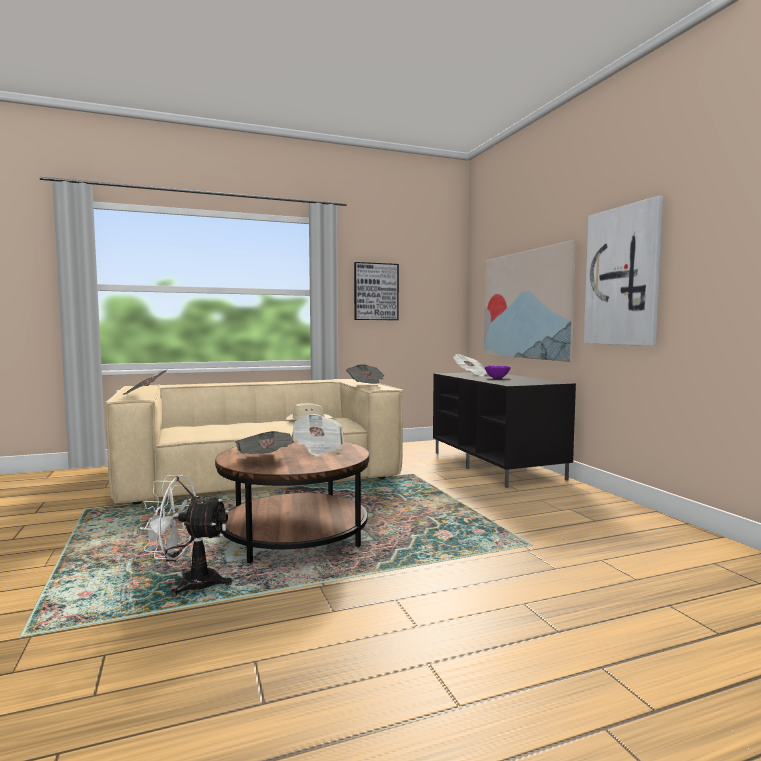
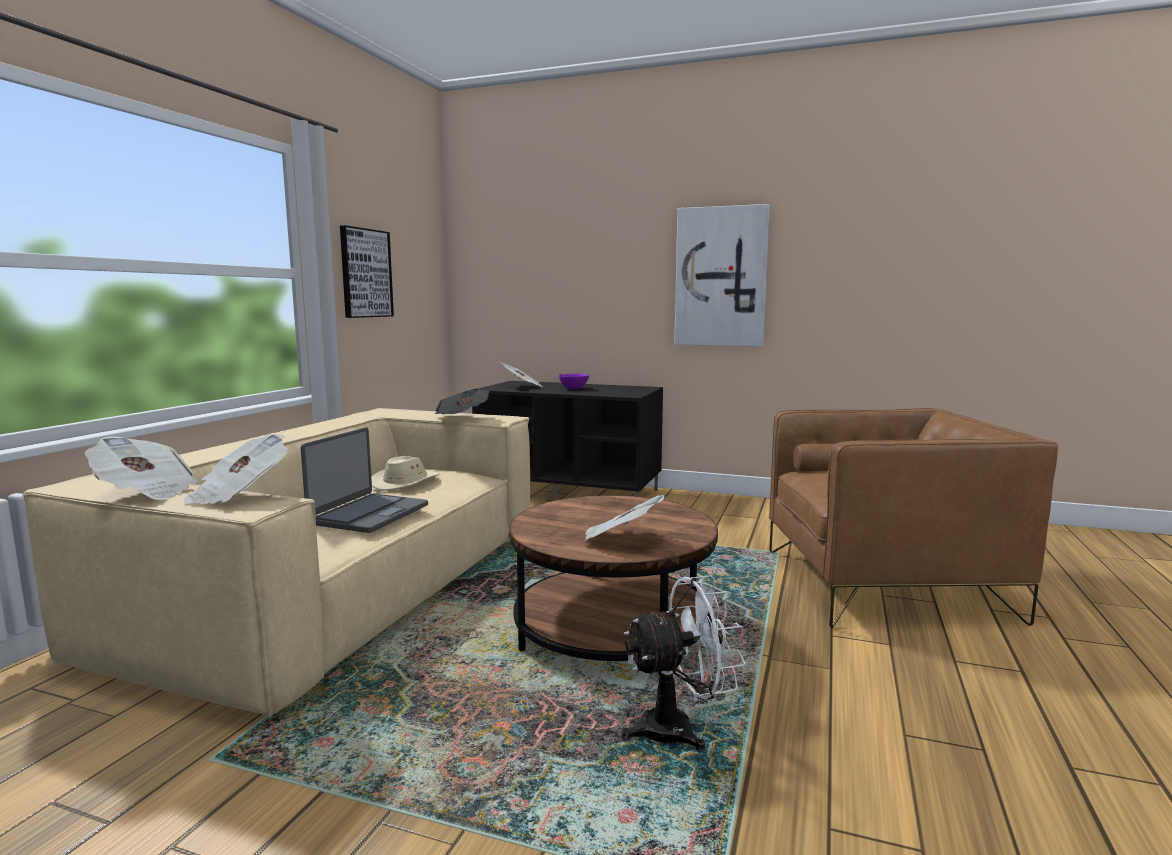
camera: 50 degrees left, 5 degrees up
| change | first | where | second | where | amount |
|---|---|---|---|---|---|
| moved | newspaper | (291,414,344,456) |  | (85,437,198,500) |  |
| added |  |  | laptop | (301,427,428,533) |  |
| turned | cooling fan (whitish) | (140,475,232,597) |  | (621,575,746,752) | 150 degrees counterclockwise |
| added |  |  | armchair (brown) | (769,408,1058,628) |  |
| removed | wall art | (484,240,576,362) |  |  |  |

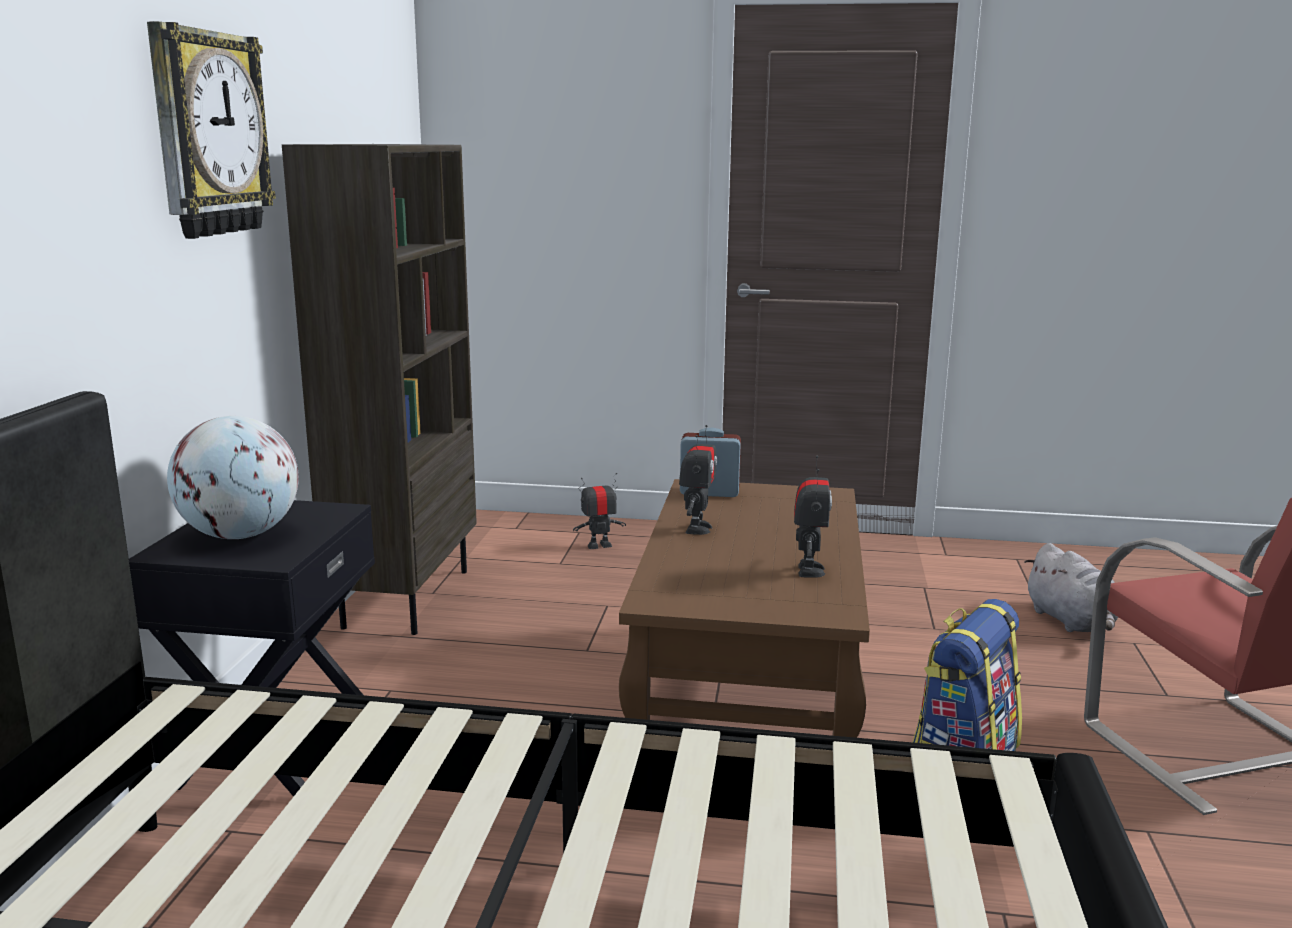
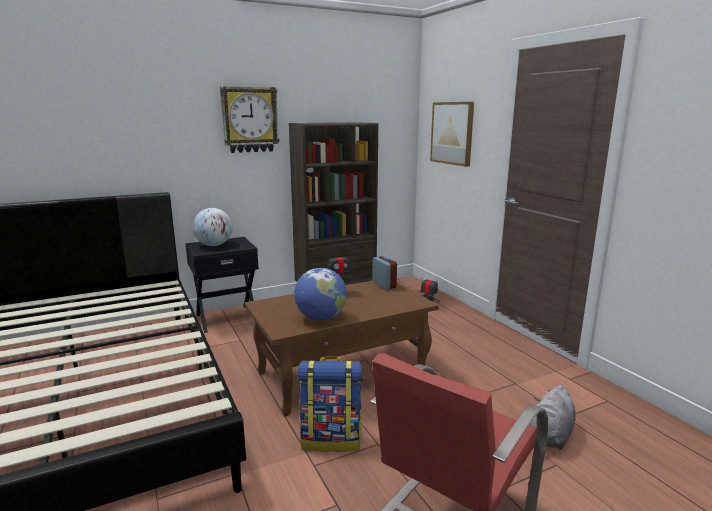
camera: 55 degrees right, 0 degrees up
| change | first | where | second | where | amount |
|---|---|---|---|---|---|
| replaced | toy robot | (794,456,832,578) | desk globe | (294,268,347,321) |  |
| added |  |  | wall art | (430,102,474,167) |  |

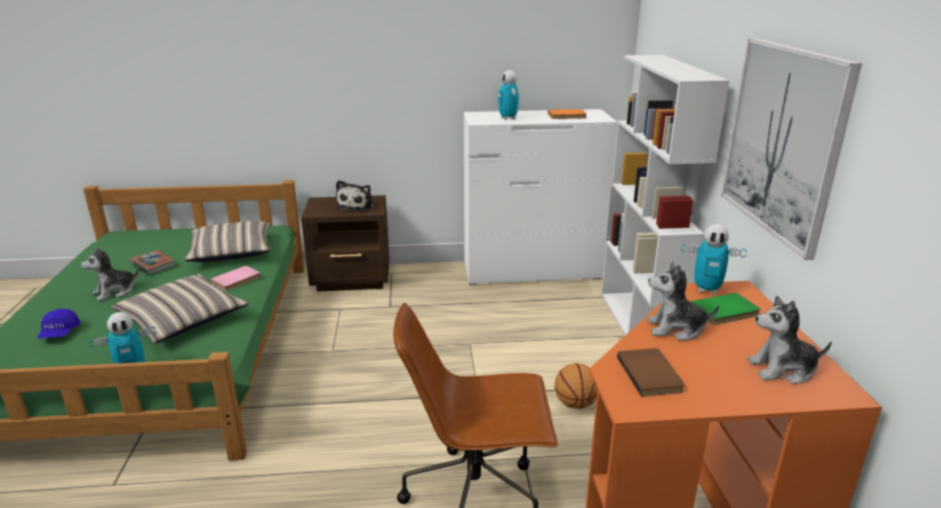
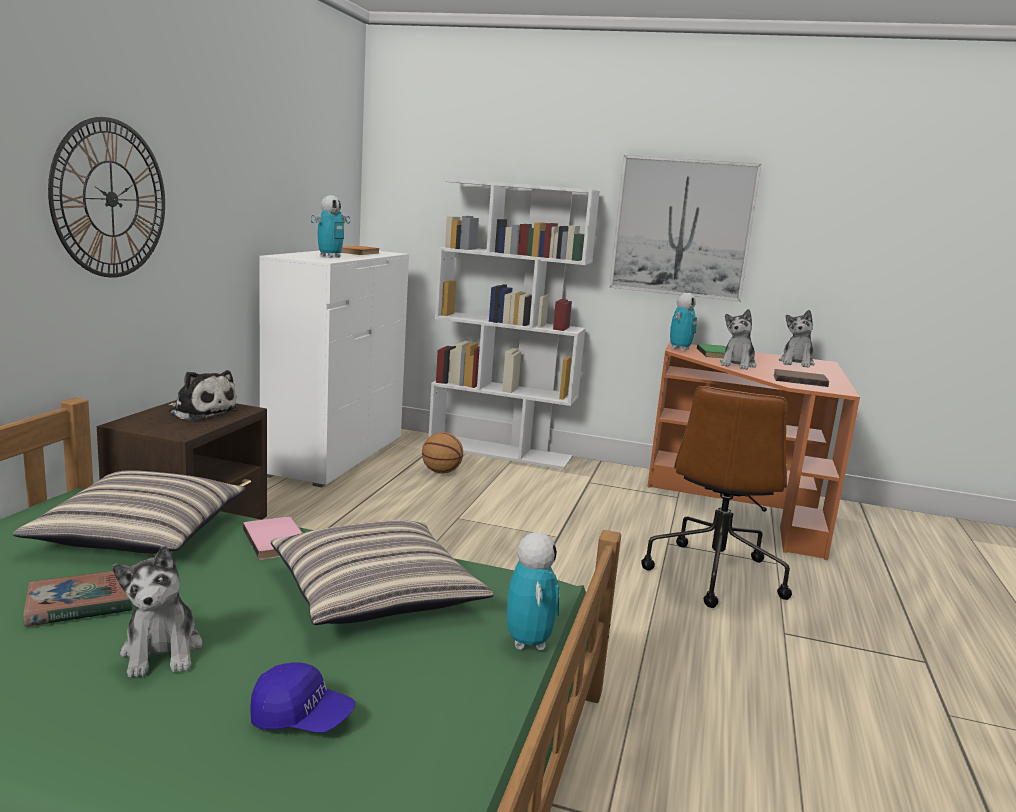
camera: 70 degrees left, 10 degrees down
| change | first | where | second | where | amount |
|---|---|---|---|---|---|
| added |  |  | wall clock | (48,117,165,278) |  |
| turned | toy robot | (498,70,519,120) |  | (311,195,350,258) | 60 degrees counterclockwise |
| moved | basketball ball | (555,363,597,409) |  | (422,432,463,474) |  |

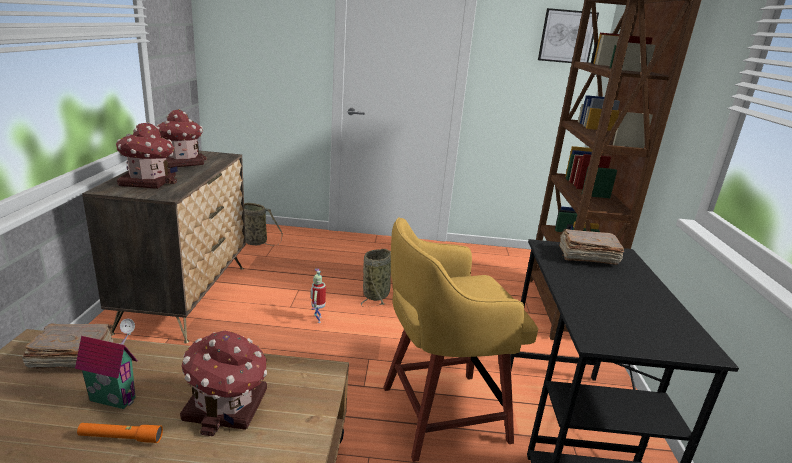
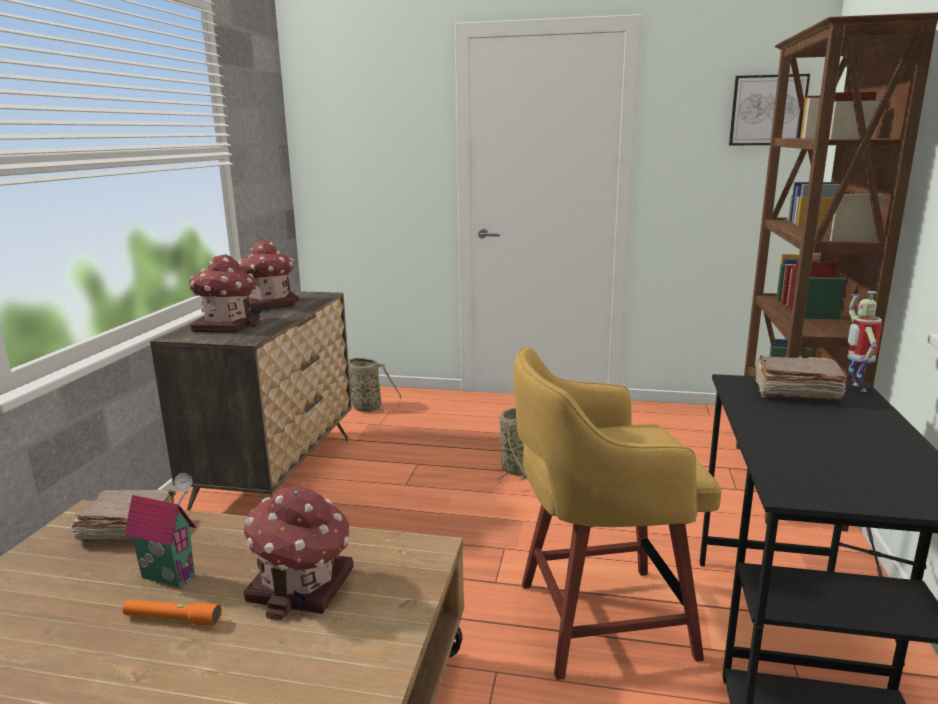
camera: 10 degrees right, 5 degrees down
| change | first | where | second | where | amount |
|---|---|---|---|---|---|
| moved | toy robot | (311,269,326,323) |  | (847,291,882,392) |  |

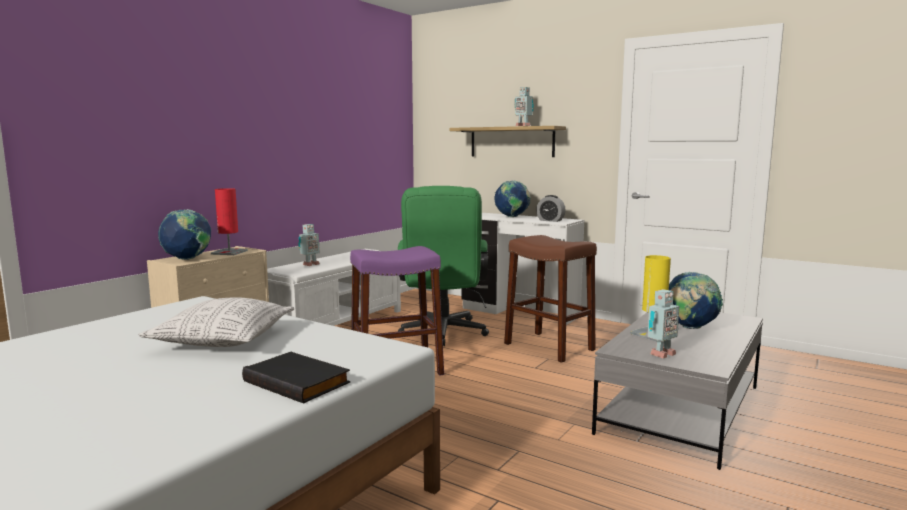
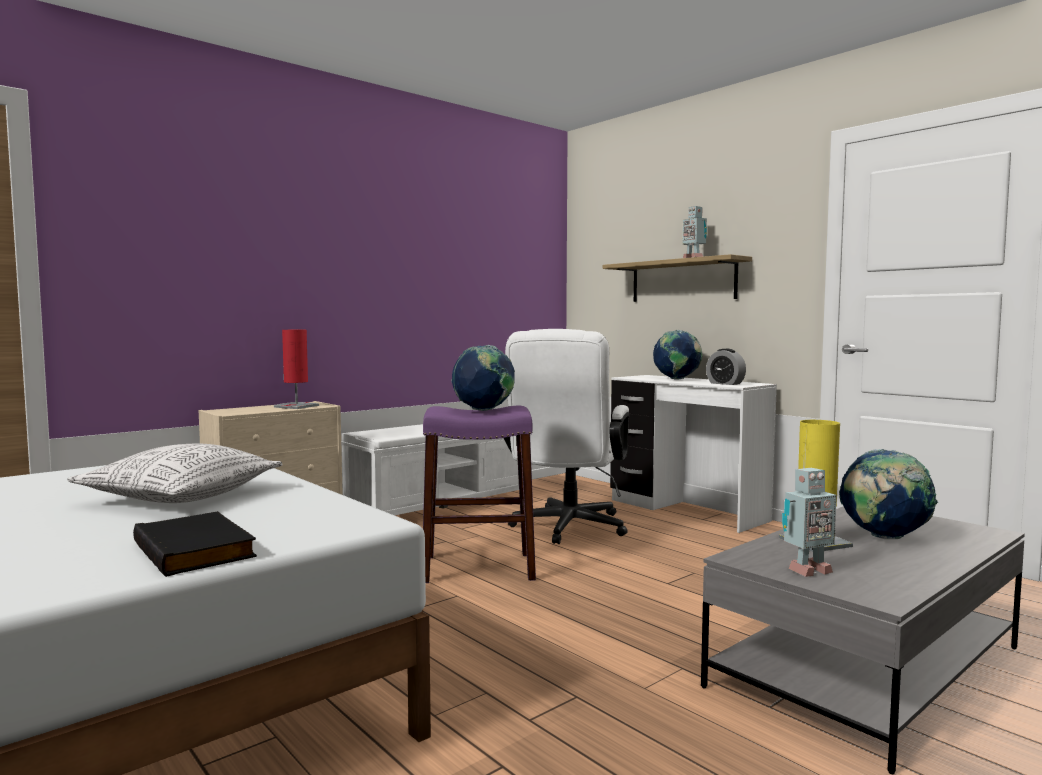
camera: 15 degrees right, 5 degrees down
| change | first | where | second | where | amount |
|---|---|---|---|---|---|
| moved | desk globe | (158,209,211,260) |  | (451,345,515,411) |  |
| recoloured | desk chair (green-coloured) | (398,186,489,346) | desk chair (whitish) | (504,329,629,544) |  |
| removed | toy robot | (298,224,320,266) |  |  |  |
| removed | sitting stool (brown) | (504,235,597,363) |  |  |  |

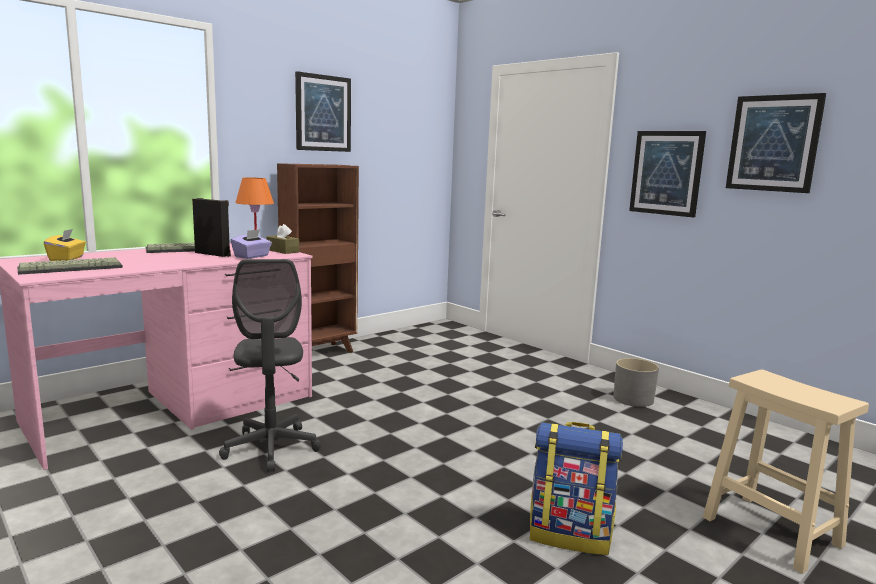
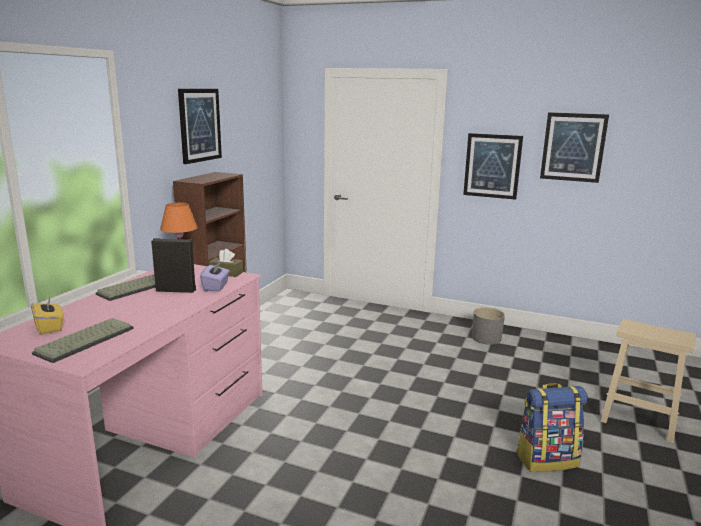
camera: 25 degrees left, 5 degrees up
| change | first | where | second | where | amount |
|---|---|---|---|---|---|
| removed | desk chair (greyish) | (219,259,321,472) |  |  |  |

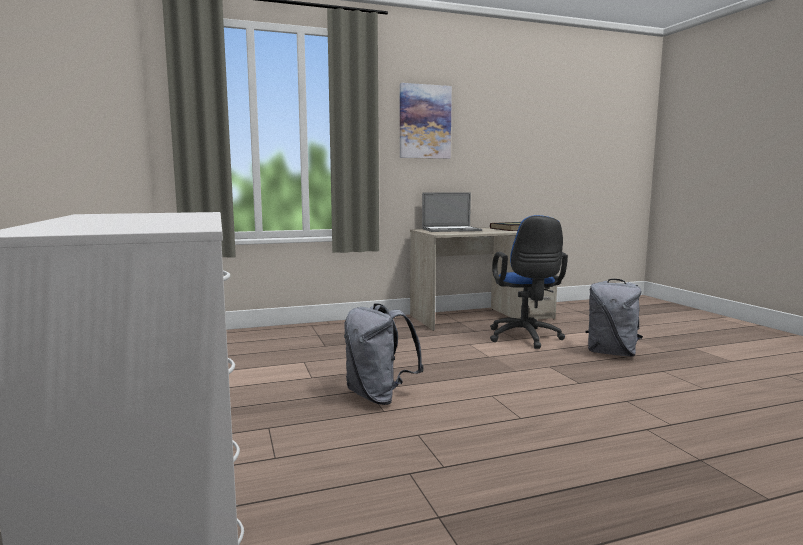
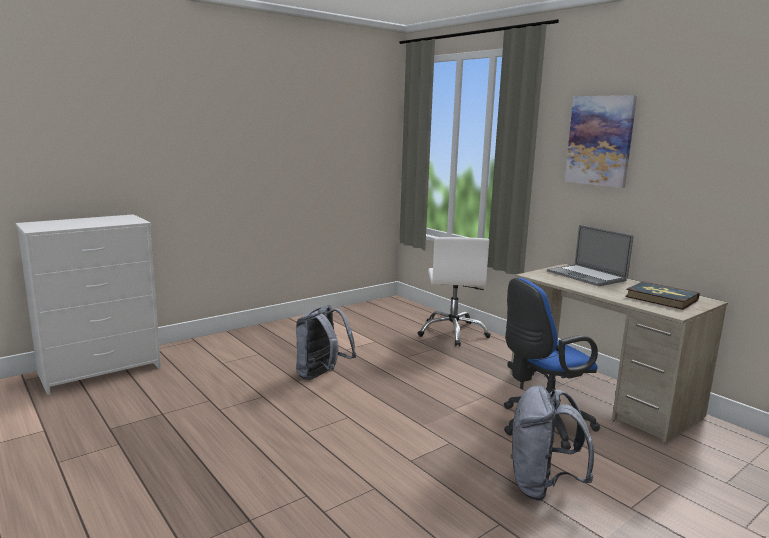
camera: 70 degrees right, 5 degrees up
| change | first | where | second | where | amount |
|---|---|---|---|---|---|
| added |  |  | desk chair (whitish) | (418,237,491,346) |  |

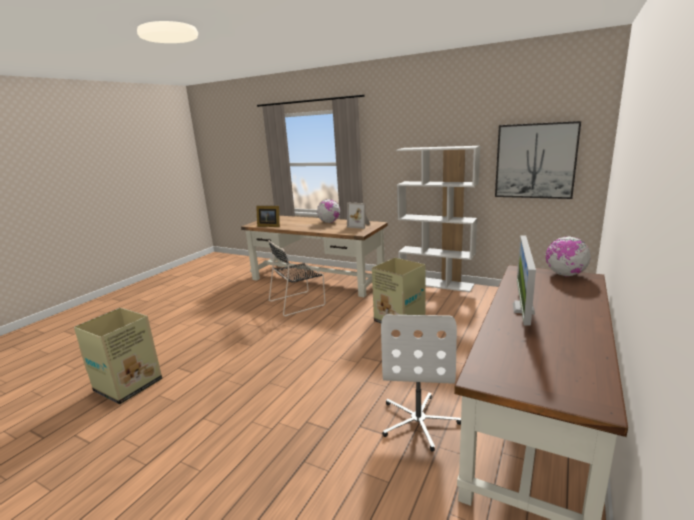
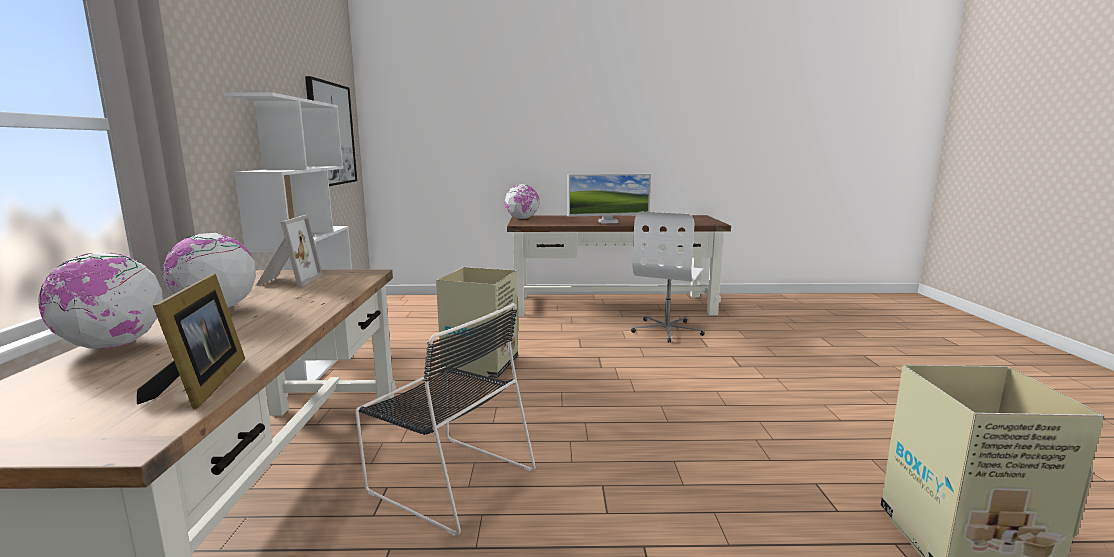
camera: 120 degrees left, 5 degrees down
| change | first | where | second | where | amount |
|---|---|---|---|---|---|
| added |  |  | desk globe | (38,252,163,349) |  |
| turned | desk chair (whitish) | (381,315,461,452) |  | (631,211,705,343) | 135 degrees clockwise |

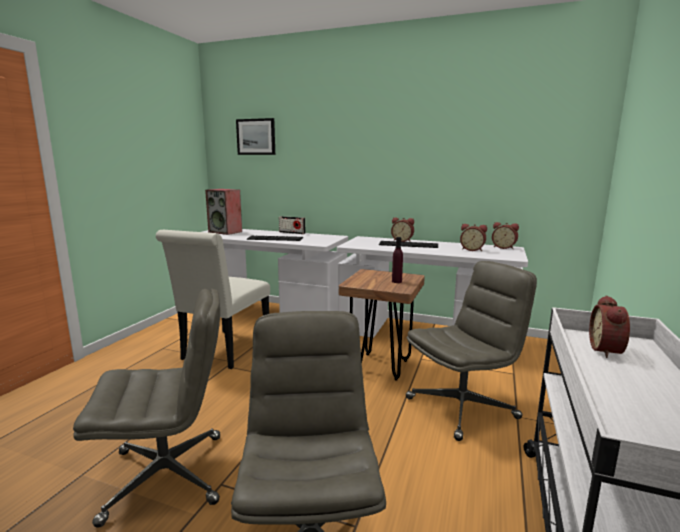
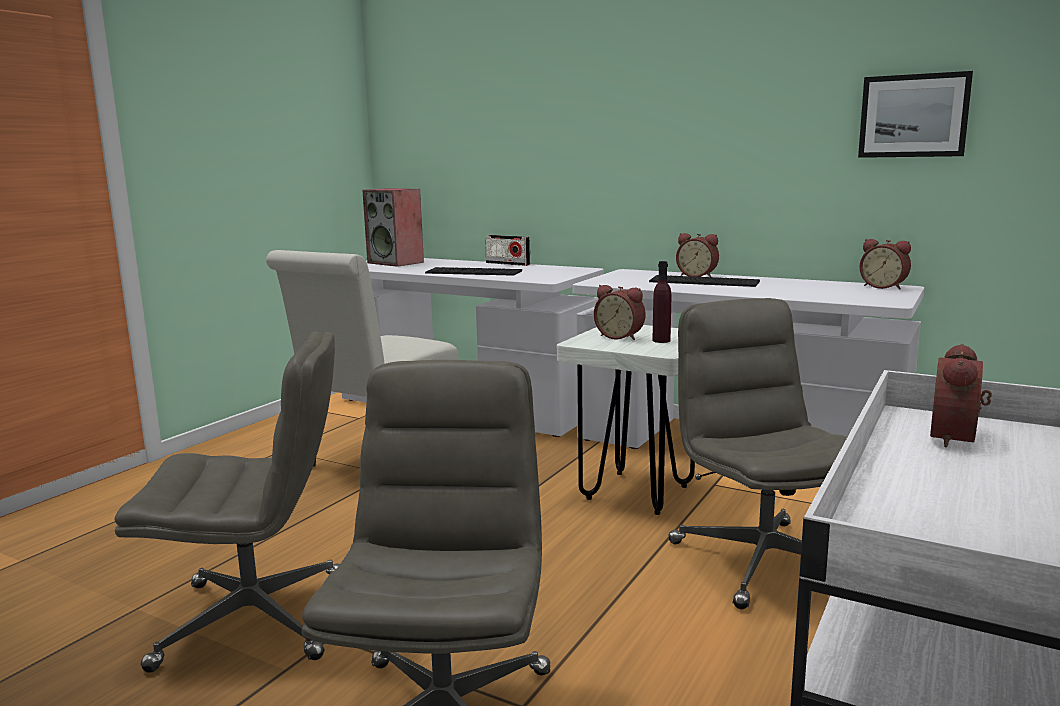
camera: 10 degrees right, 0 degrees up
| change | first | where | second | where | amount |
|---|---|---|---|---|---|
| recoloured | sitting stool (brown) | (339,269,425,381) | sitting stool (whitish) | (557,325,695,515) |  |
| moved | alarm clock | (460,224,487,251) |  | (594,285,645,340) |  |
| turned | desk chair (greyish) | (406,261,537,441) |  | (668,298,847,609) | 90 degrees counterclockwise |
| moved | wall art | (236,118,275,155) |  | (858,71,973,158) |  |

